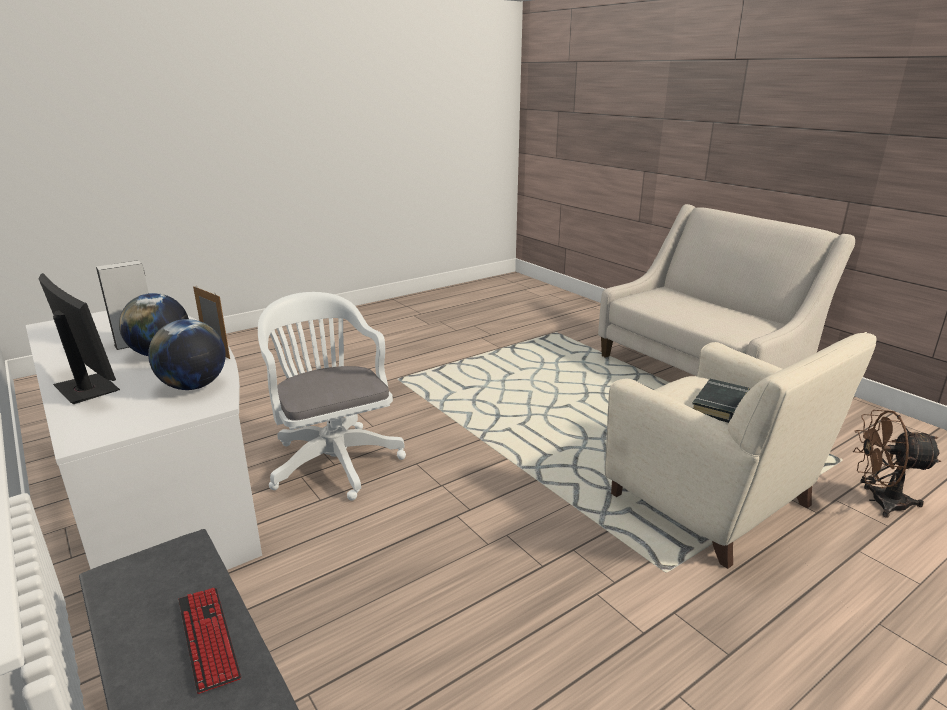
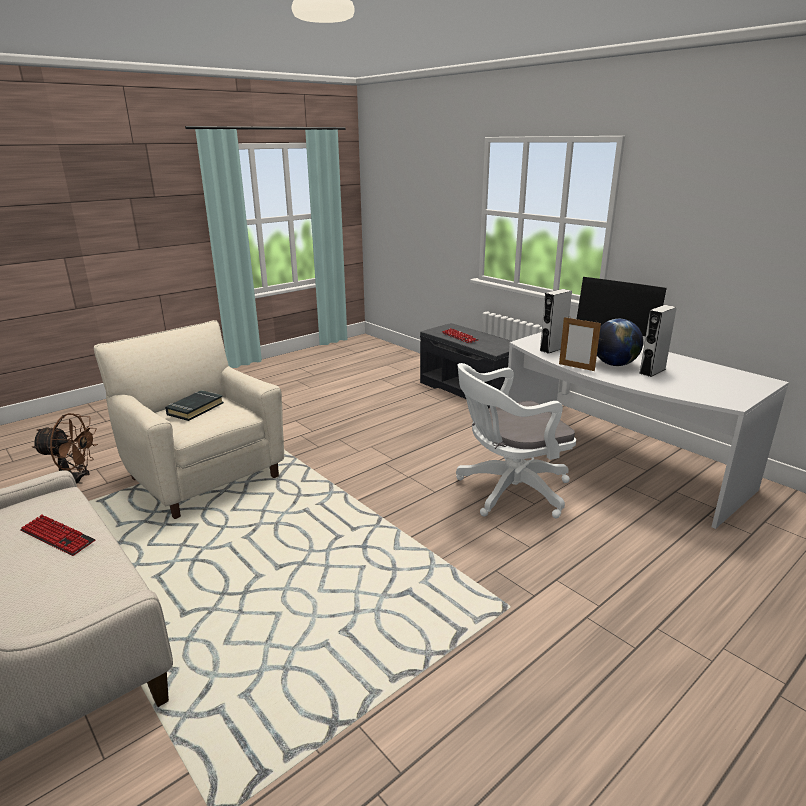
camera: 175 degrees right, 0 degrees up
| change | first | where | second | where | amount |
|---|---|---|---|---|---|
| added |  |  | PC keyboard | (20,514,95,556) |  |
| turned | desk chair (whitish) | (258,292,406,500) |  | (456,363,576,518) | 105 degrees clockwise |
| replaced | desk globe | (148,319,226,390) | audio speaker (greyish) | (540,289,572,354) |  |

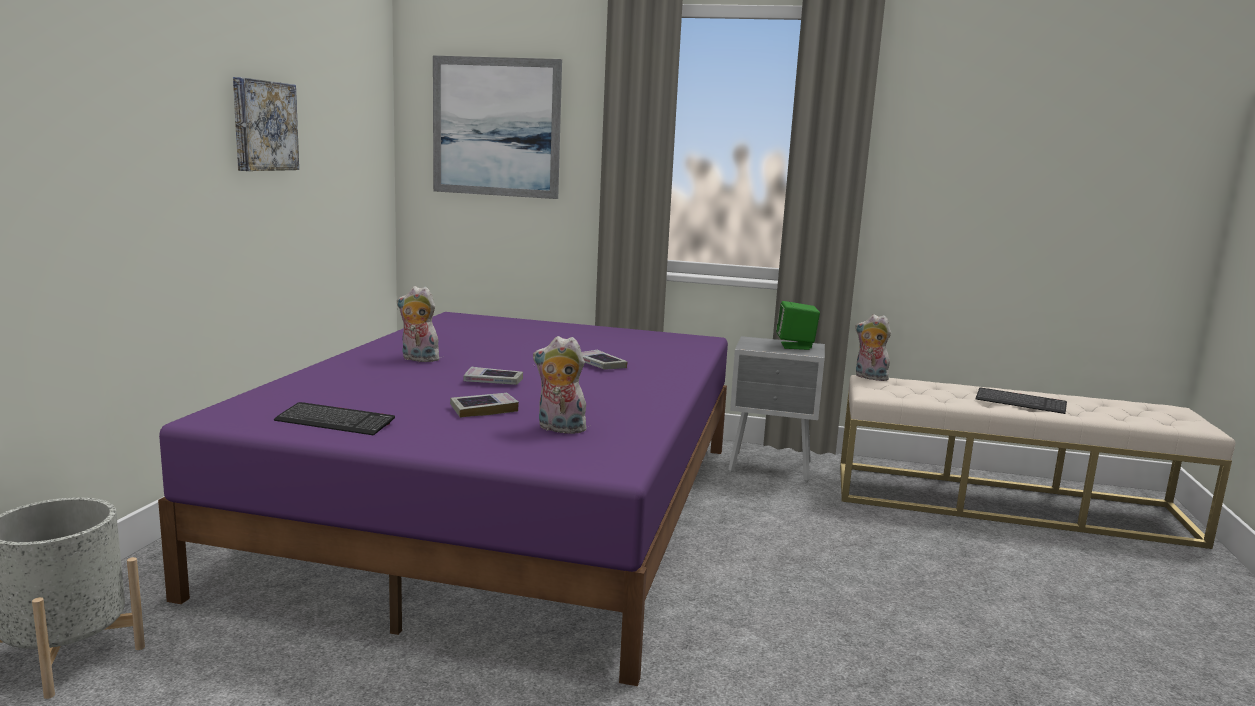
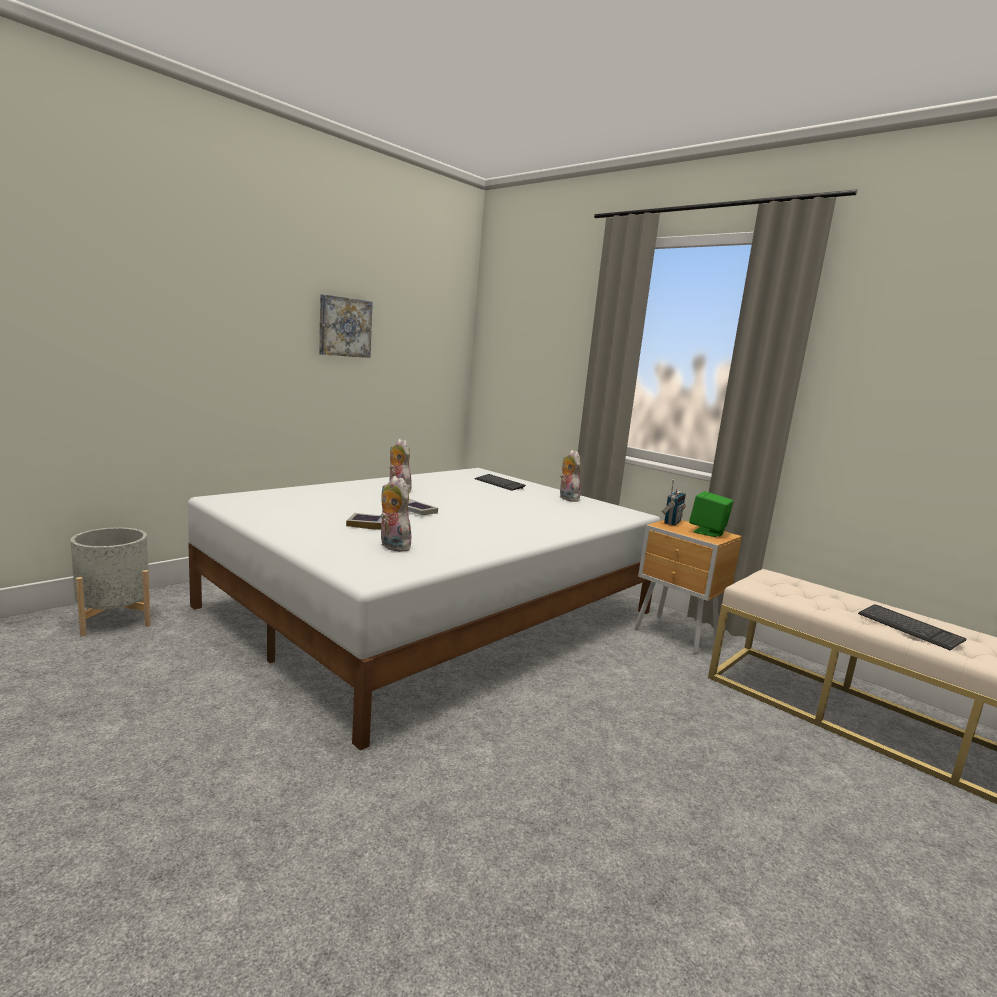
camera: 30 degrees right, 0 degrees up
| change | first | where | second | where | amount |
|---|---|---|---|---|---|
| recoloured | bedroom bed (purple-coloured) | (158,312,728,686) | bedroom bed (whitish) | (188,468,661,751) |  |
| moved | PC keyboard | (274,402,395,435) |  | (475,474,526,491) |  |
| moved | plush toy | (855,314,891,381) |  | (560,450,581,502) |  |
| recoloured | nightstand (greyish) | (728,336,825,482) | nightstand (brown) | (634,520,742,654) |  |
| added |  |  | radio set | (661,479,686,526) |  |
| removed | wall art | (433,56,562,199) |  |  |  |
| removed | book | (582,350,627,369) |  |  |  |

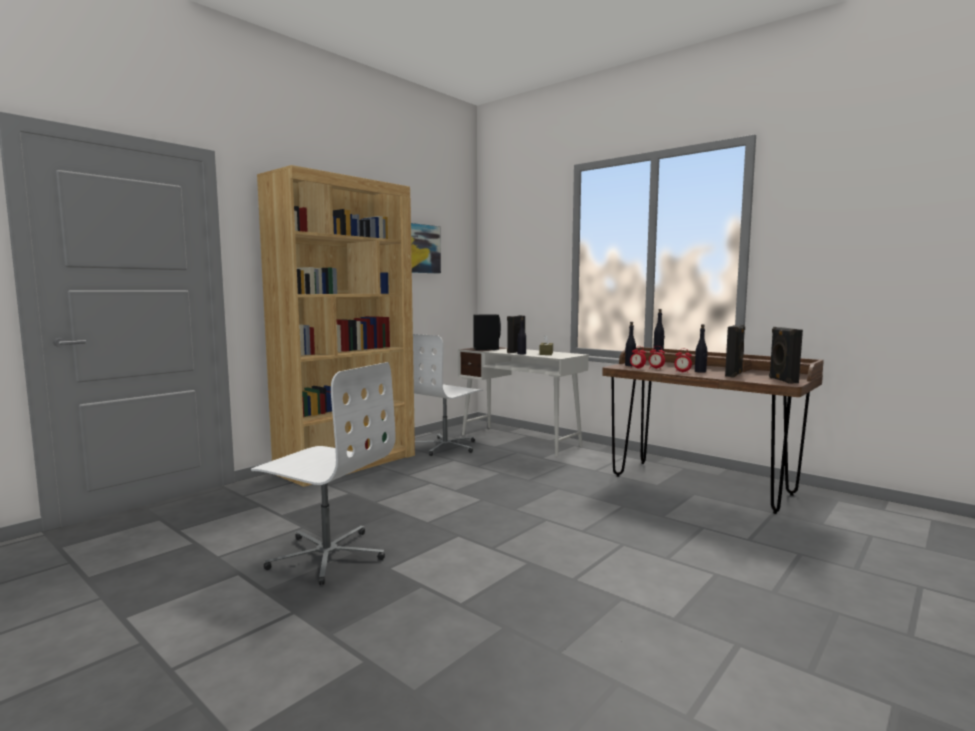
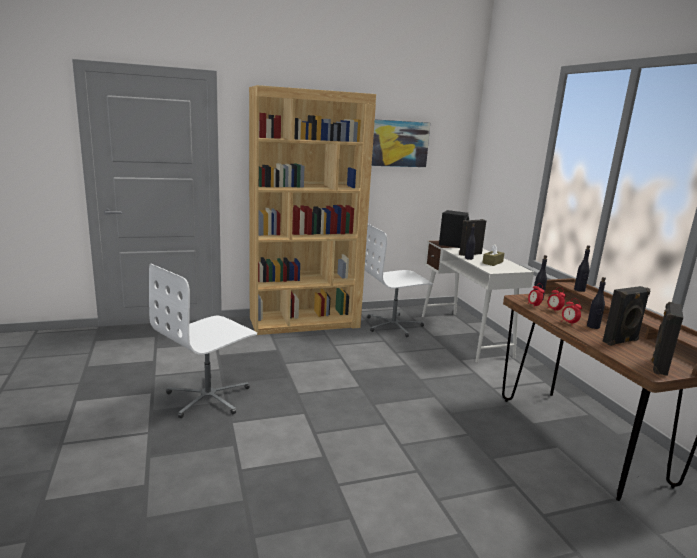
camera: 30 degrees right, 10 degrees up
| change | first | where | second | where | amount |
|---|---|---|---|---|---|
| turned | desk chair (whitish) | (251,362,396,585) |  | (149,264,257,418) | 75 degrees clockwise |

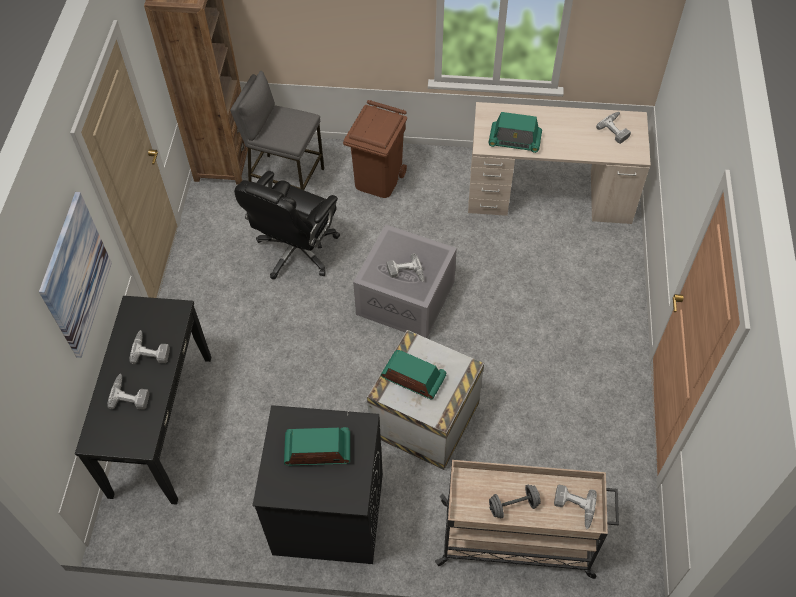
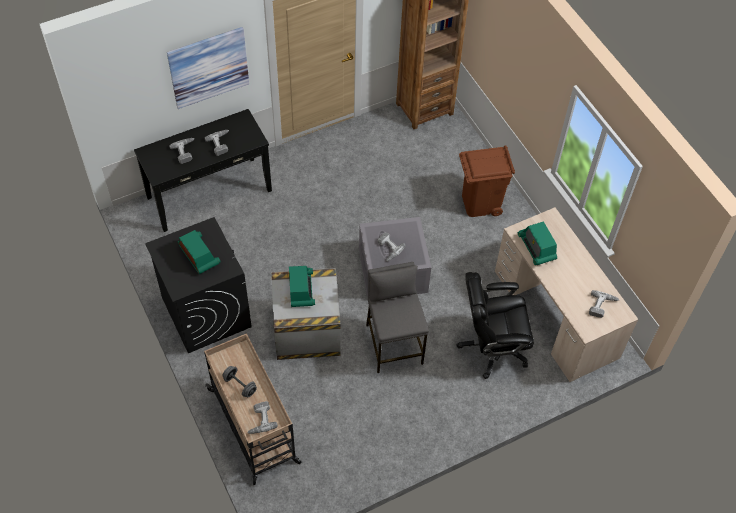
camera: 55 degrees right, 0 degrees up
| change | first | where | second | where | amount |
|---|---|---|---|---|---|
| moved | sitting stool (greyish) | (230,71,324,190) |  | (366,262,429,373) |  |
| moved | desk chair (black-coloured) | (234,171,340,279) |  | (456,272,534,379) |  |

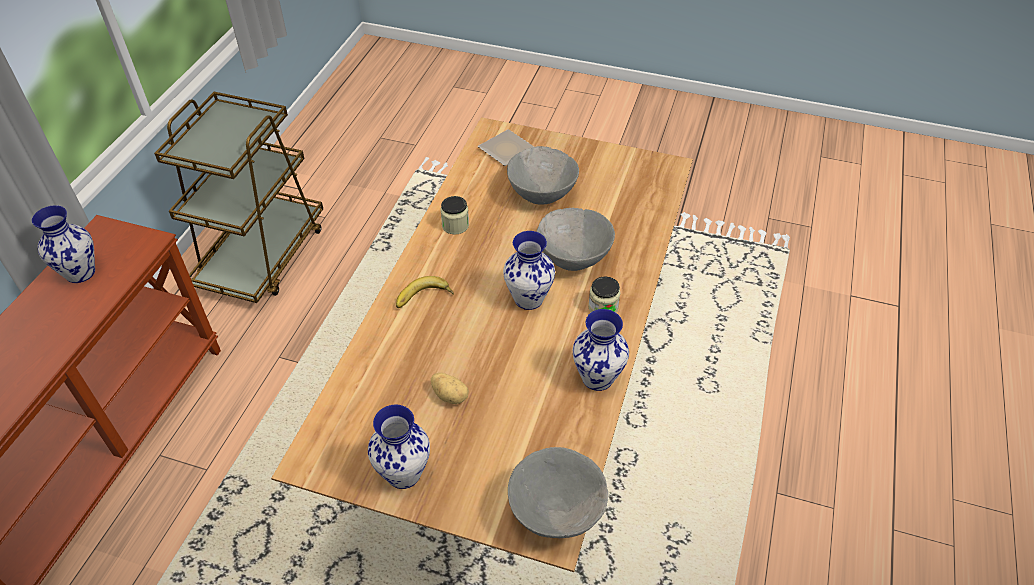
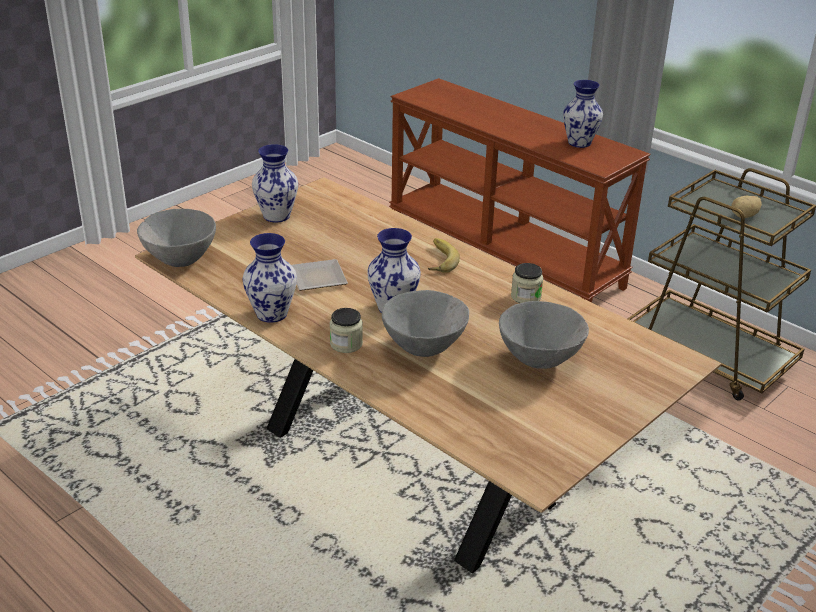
camera: 115 degrees right, 15 degrees down
| change | first | where | second | where | amount |
|---|---|---|---|---|---|
| moved | plate | (478,129,534,166) |  | (292,259,348,291) |  |
| moved | whole potato | (431,373,469,404) |  | (731,195,762,218) |  |

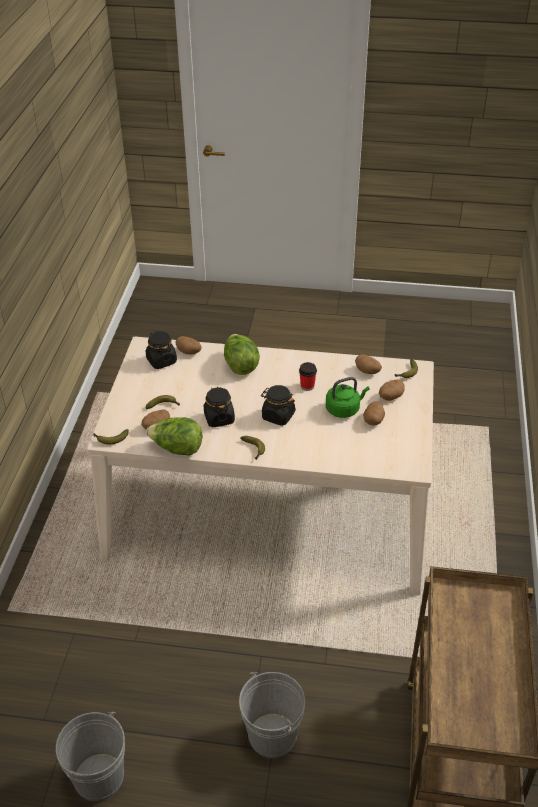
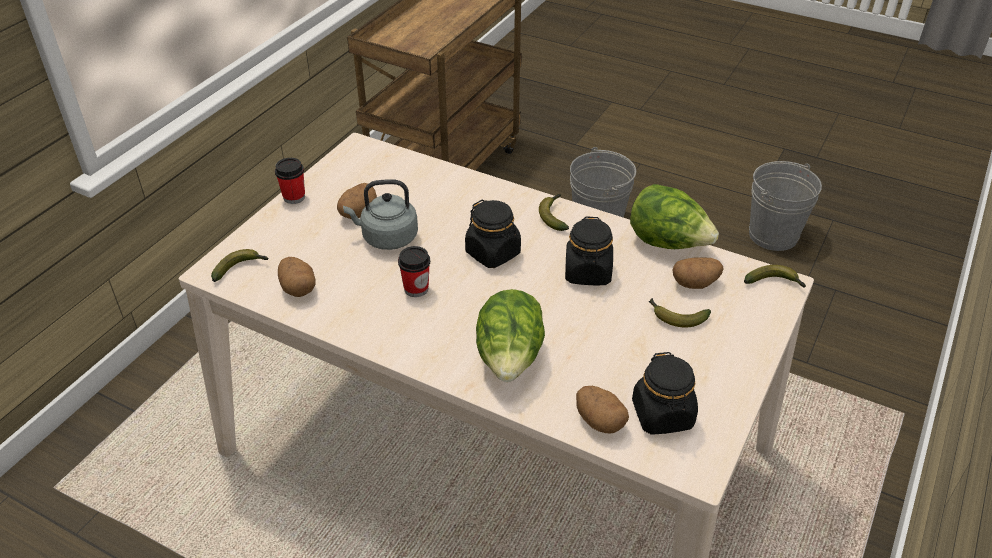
camera: 160 degrees left, 0 degrees up
| change | first | where | second | where | amount |
|---|---|---|---|---|---|
| added |  |  | cup | (275,158,305,204) |  |
| recoloured | tea kettle (green-coloured) | (326,377,370,418) | tea kettle (greyish) | (343,179,418,250) |  |
| removed | whole potato | (379,379,405,401) |  |  |  |

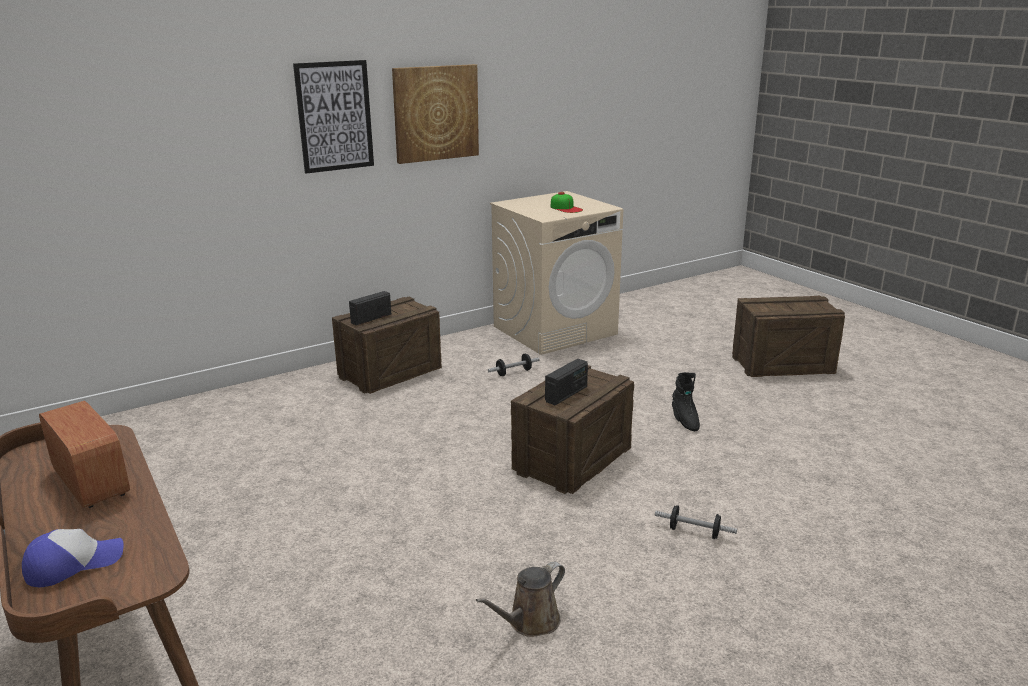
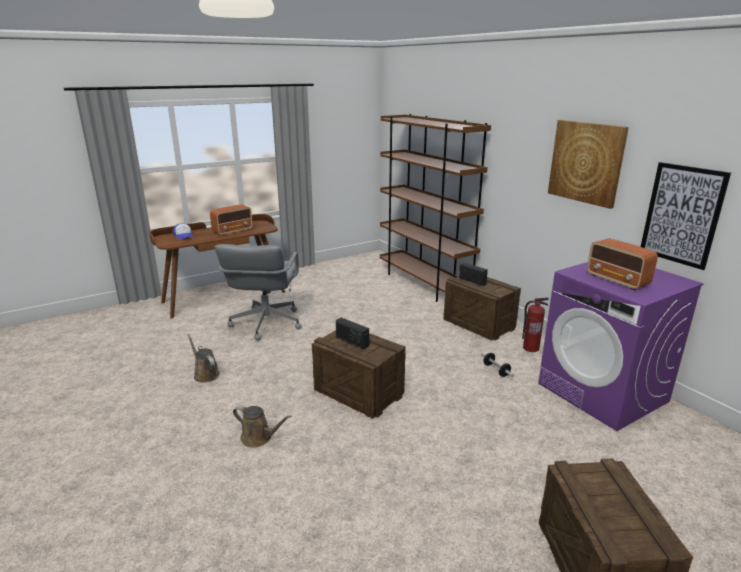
camera: 90 degrees right, 0 degrees up
| change | first | where | second | where | amount |
|---|---|---|---|---|---|
| added |  |  | desk chair (greyish) | (215,244,302,340) |  |
| replaced | dumbbell | (655,505,737,539) | sprinkling can (brown) | (233,406,292,448) |  |
| added |  |  | bookshelf (brown) | (380,114,491,302) |  |
| added |  |  | extinguisher | (522,297,549,352) |  |
| recoloured | laundry machine (beige-coloured) | (490,191,623,355) | laundry machine (purple-coloured) | (538,262,704,431) |  |
| replaced | peaked cap | (551,192,583,213) | radio set | (587,238,658,290) |  |
| moved | wall art | (293,60,374,174) |  | (641,162,731,270) |  |
| removed | boot (black-coloured) | (672,372,700,431) |  |  |  |

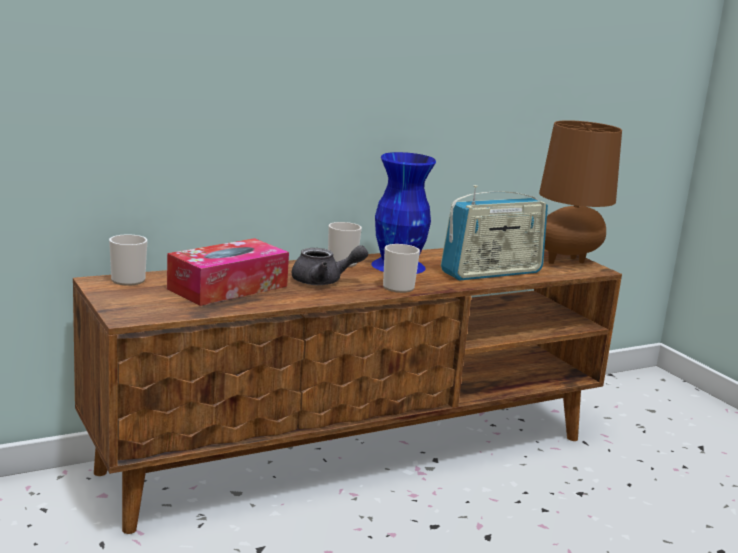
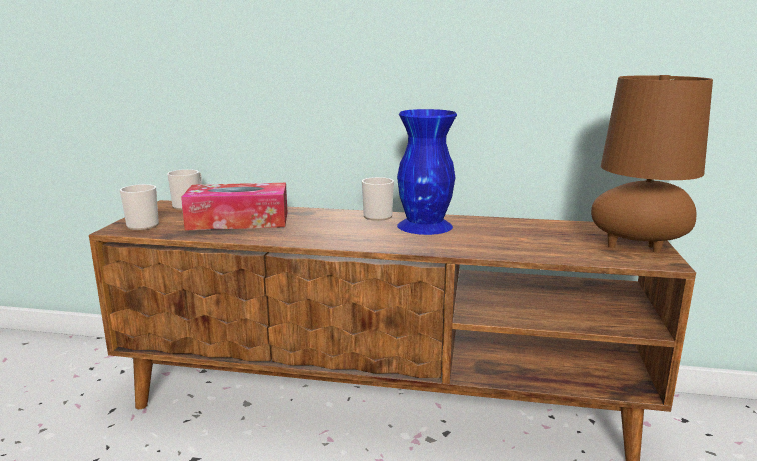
camera: 40 degrees right, 0 degrees up
| change | first | where | second | where | amount |
|---|---|---|---|---|---|
| moved | mug | (383,244,420,293) |  | (120,184,159,230) |  |
| removed | tea pot (greyish) | (291,245,368,285) |  |  |  |
| removed | radio set | (441,185,548,280) |  |  |  |

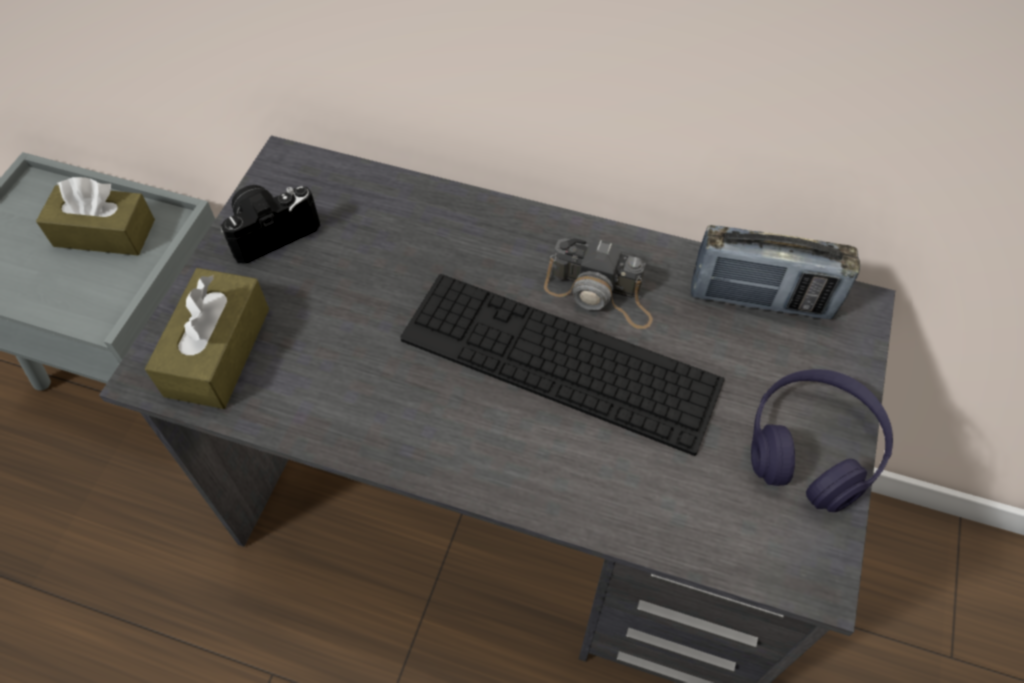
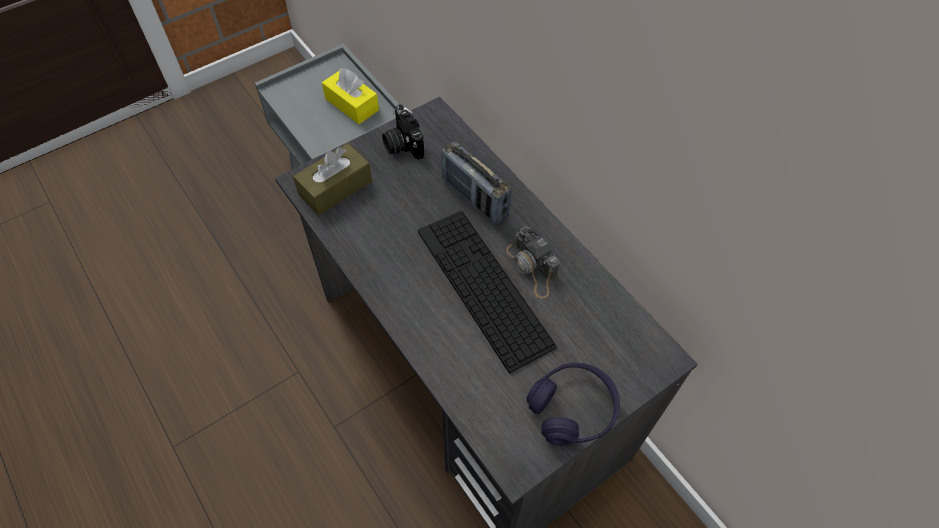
camera: 35 degrees right, 0 degrees up
| change | first | where | second | where | amount |
|---|---|---|---|---|---|
| recoloured | box of tissues (brown) | (36,177,155,255) | box of tissues (yellowish) | (322,68,379,124) |  |
| turned | photo camera | (221,185,320,263) |  | (382,104,424,160) | 120 degrees counterclockwise |
| moved | radio set | (691,225,860,319) |  | (441,141,511,225) |  |

